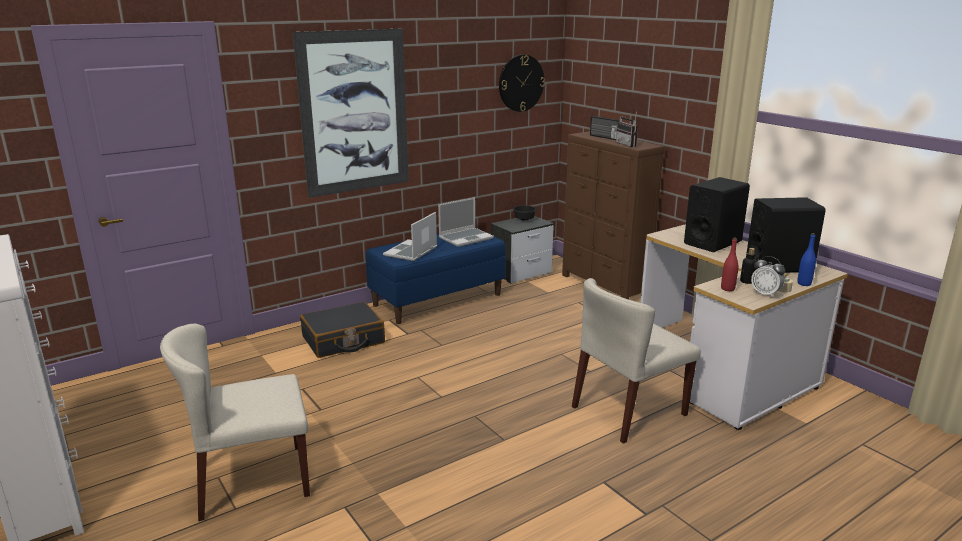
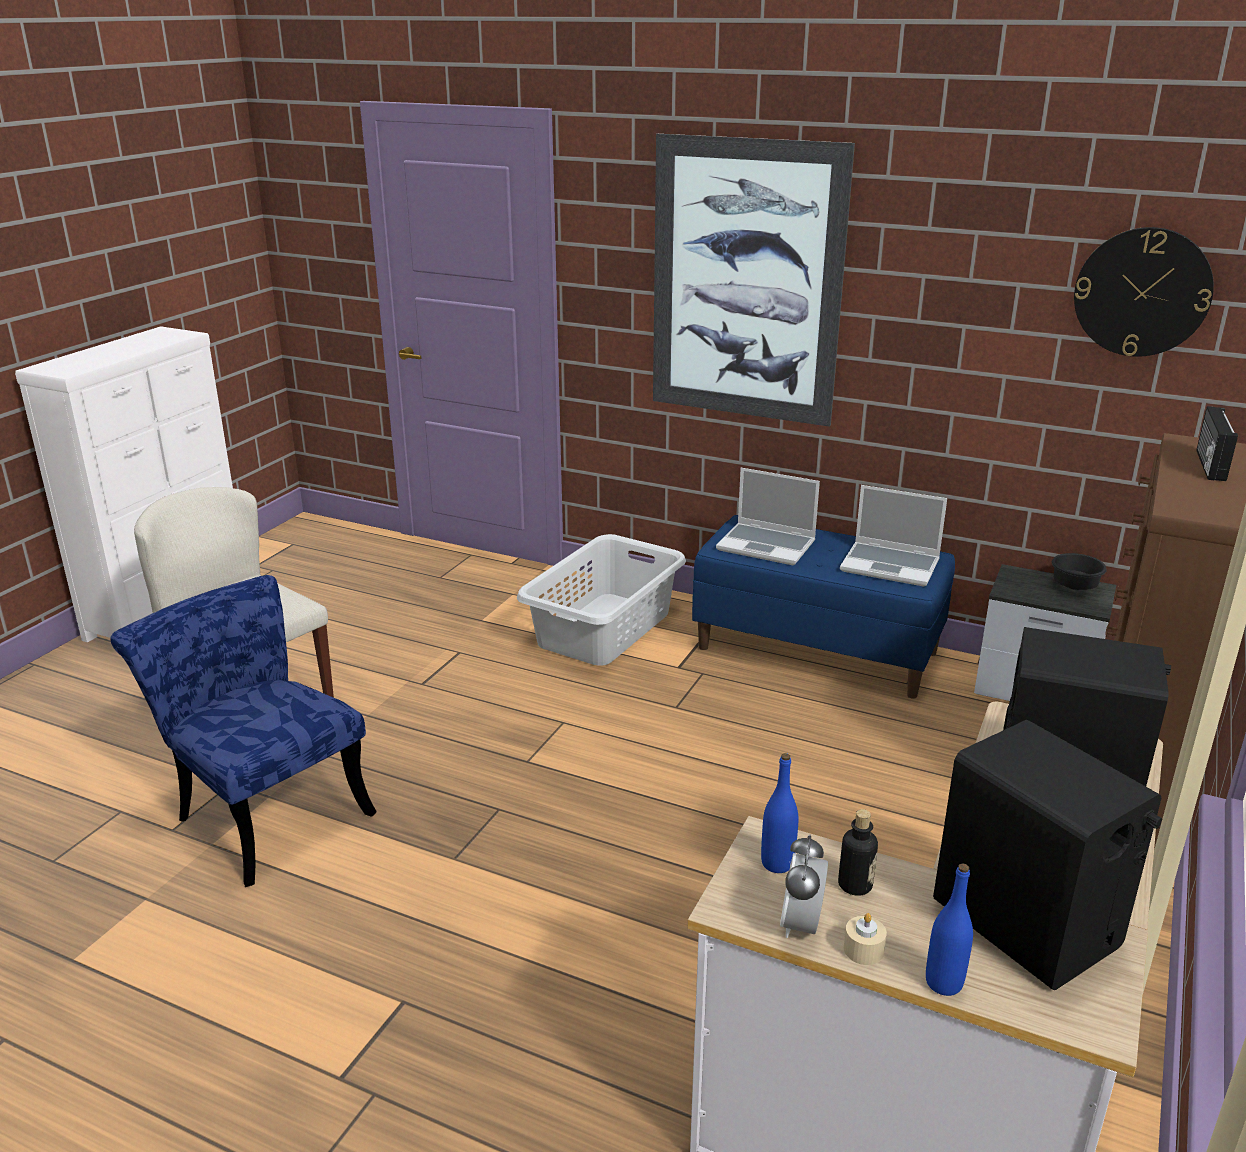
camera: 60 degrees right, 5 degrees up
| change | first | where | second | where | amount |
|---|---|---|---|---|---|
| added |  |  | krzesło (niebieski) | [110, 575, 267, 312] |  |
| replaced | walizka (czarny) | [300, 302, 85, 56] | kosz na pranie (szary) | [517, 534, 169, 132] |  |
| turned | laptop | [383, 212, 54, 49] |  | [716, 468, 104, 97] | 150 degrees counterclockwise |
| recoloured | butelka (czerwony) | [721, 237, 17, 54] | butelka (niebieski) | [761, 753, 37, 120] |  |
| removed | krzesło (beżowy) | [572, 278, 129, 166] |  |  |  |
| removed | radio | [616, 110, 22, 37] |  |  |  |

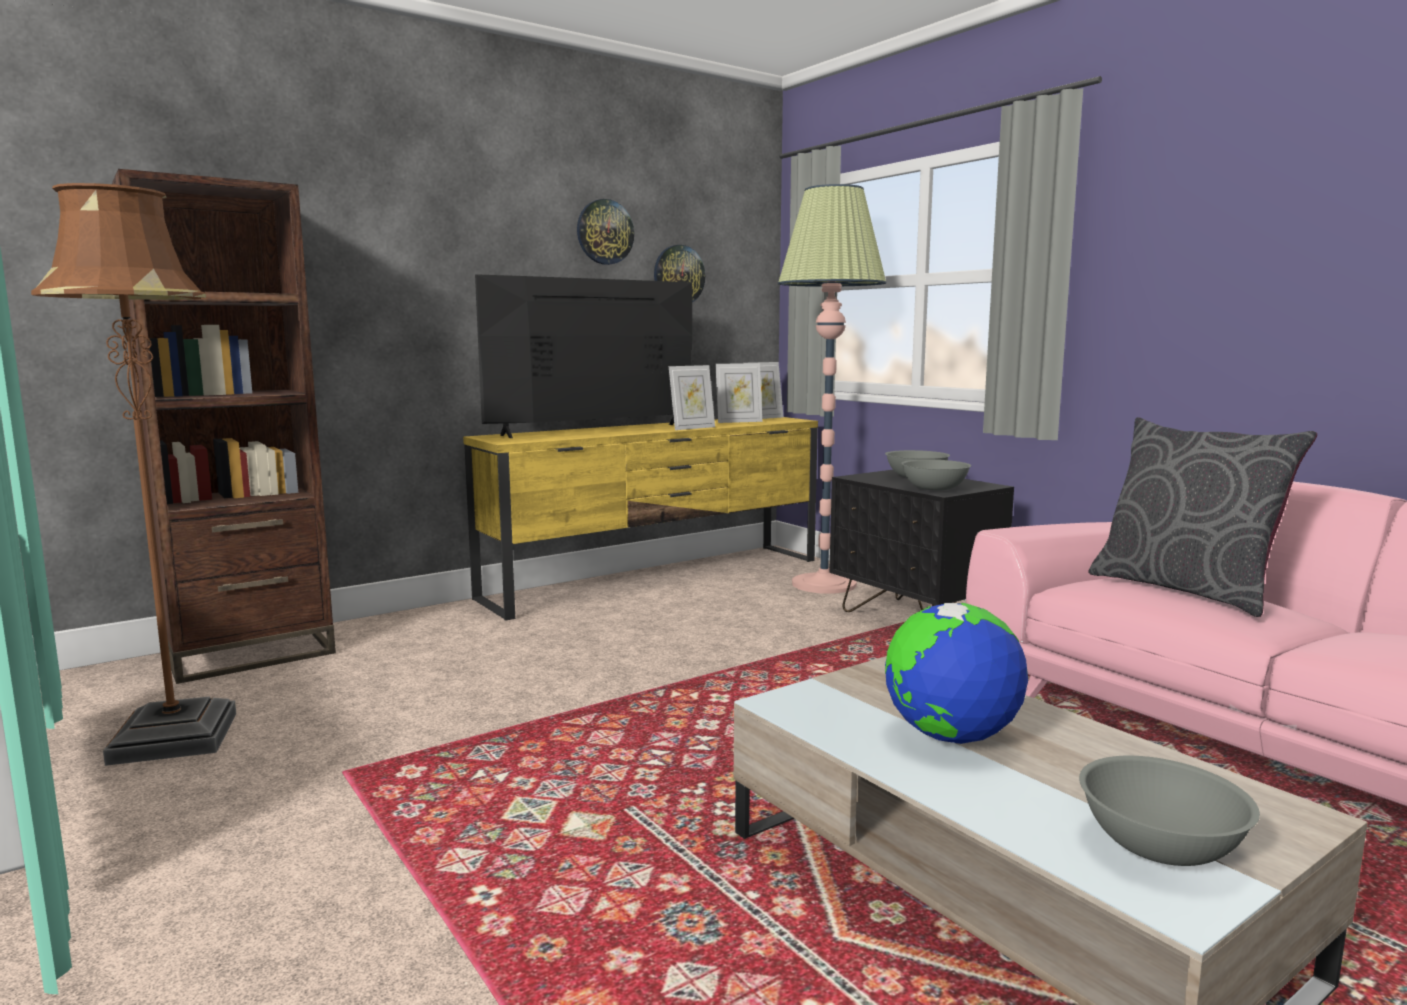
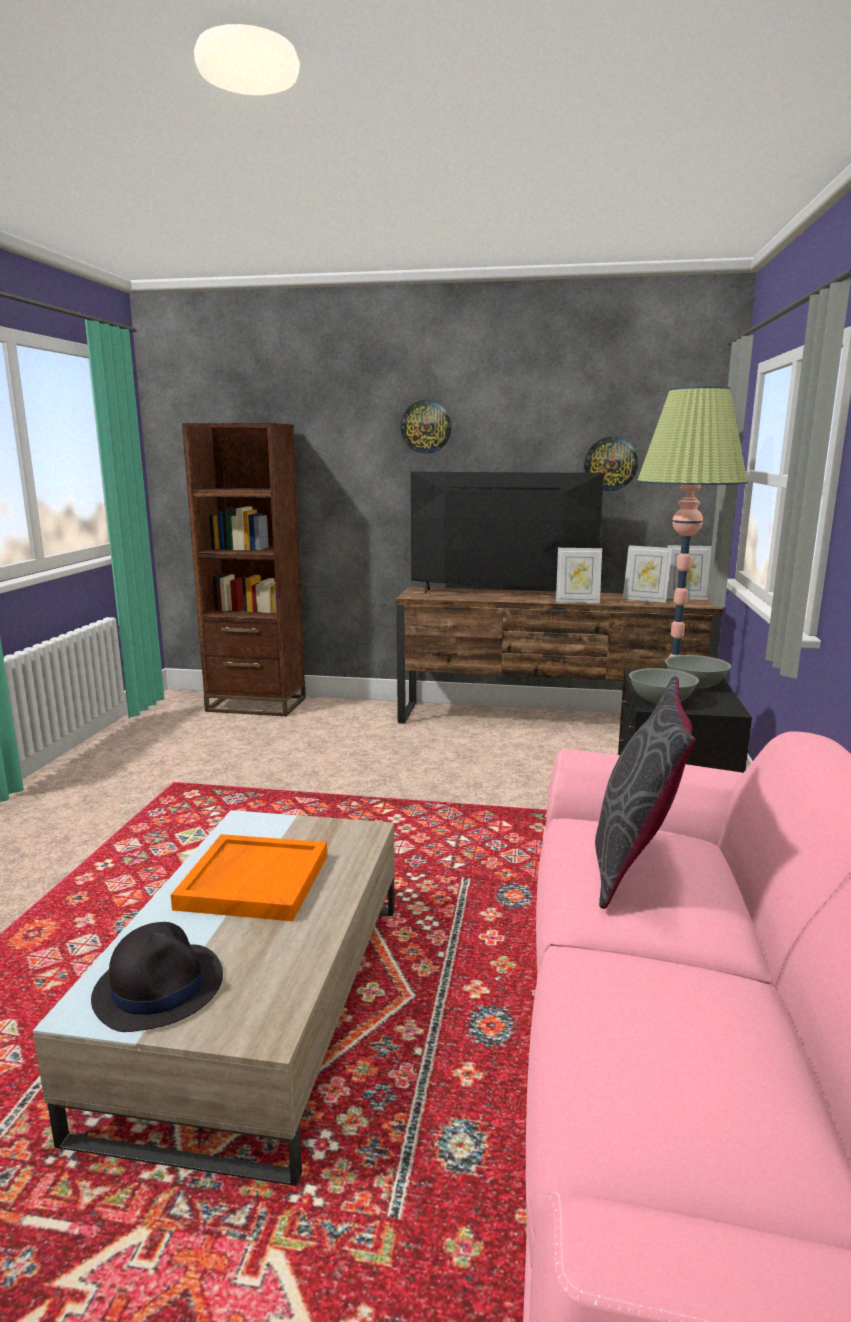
camera: 45 degrees right, 5 degrees up
| change | first | where | second | where | amount |
|---|---|---|---|---|---|
| replaced | miska (szary) | [1079, 756, 181, 110] | kapelusz (czarny) | [91, 922, 132, 110] |  |
| replaced | globus | [885, 603, 143, 141] | taca (pomarańczowy) | [171, 834, 156, 87] |  |
| recoloured | szafka pod telewizor (żółty) | [463, 417, 355, 204] | szafka pod telewizor (brązowy) | [396, 587, 327, 137] |  |
| moved | zegar ścienny | [577, 199, 57, 66] |  | [401, 400, 51, 54] |  |
| removed | lampa stojąca (brązowy) | [31, 183, 205, 583] |  |  |  |

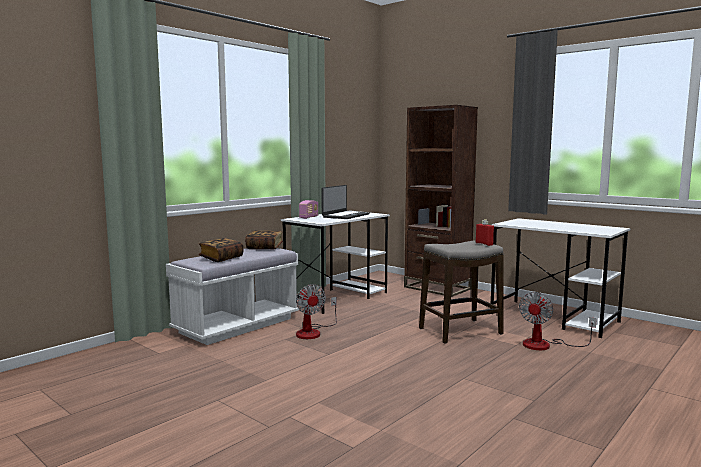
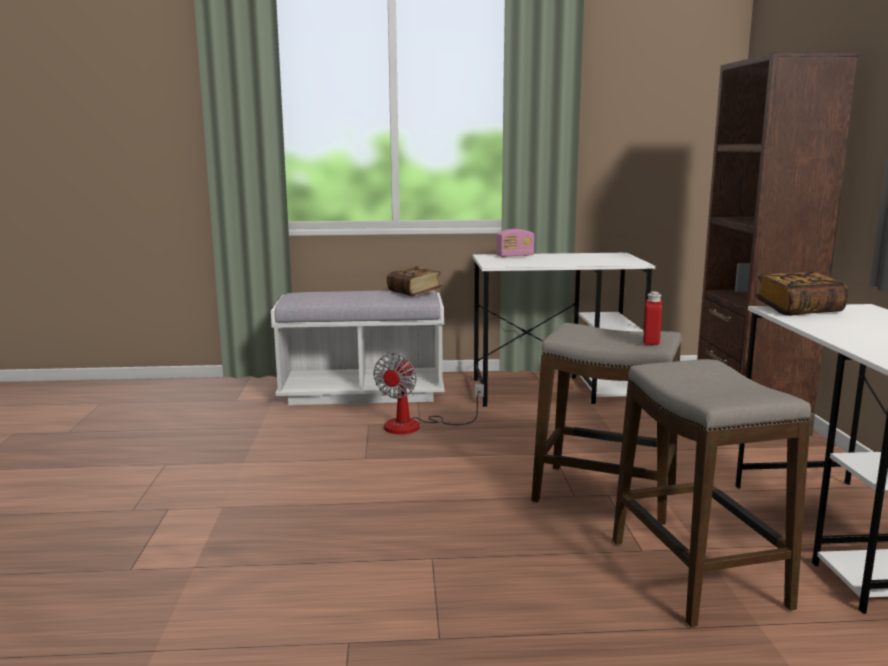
camera: 45 degrees right, 5 degrees up
| change | first | where | second | where | amount |
|---|---|---|---|---|---|
| replaced | wentylator | [519, 292, 78, 58] | stołek | [613, 359, 198, 268] |  |
| moved | książka | [199, 238, 45, 24] |  | [755, 272, 94, 44] |  |
| removed | laptop | [321, 185, 49, 34] |  |  |  |

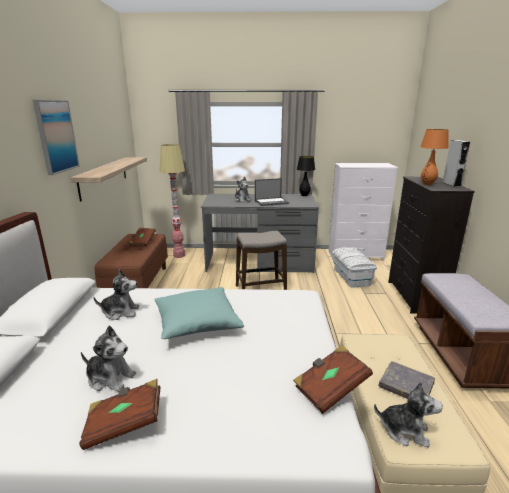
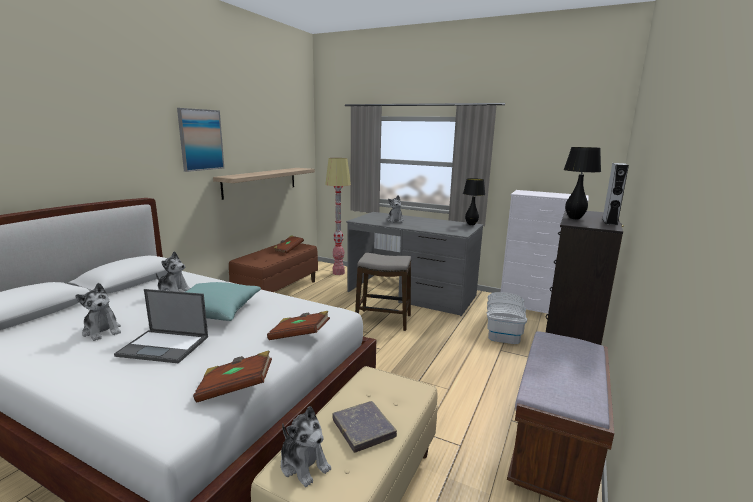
camera: 25 degrees right, 5 degrees down
| change | first | where | second | where | amount |
|---|---|---|---|---|---|
| moved | laptop | [255, 178, 34, 28] |  | [114, 289, 94, 75] |  |
| moved | książka (brązowy) | [79, 379, 82, 71] |  | [267, 311, 63, 29] |  |
| recoloured | lampa stołowa (pomarańczowy) | [420, 129, 29, 56] | lampa stołowa (czarny) | [564, 147, 37, 72] |  |

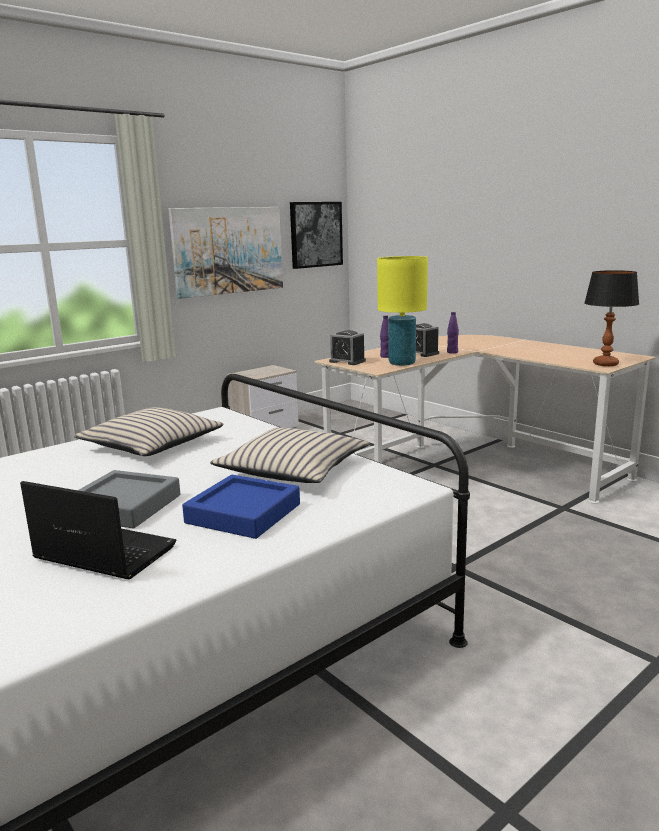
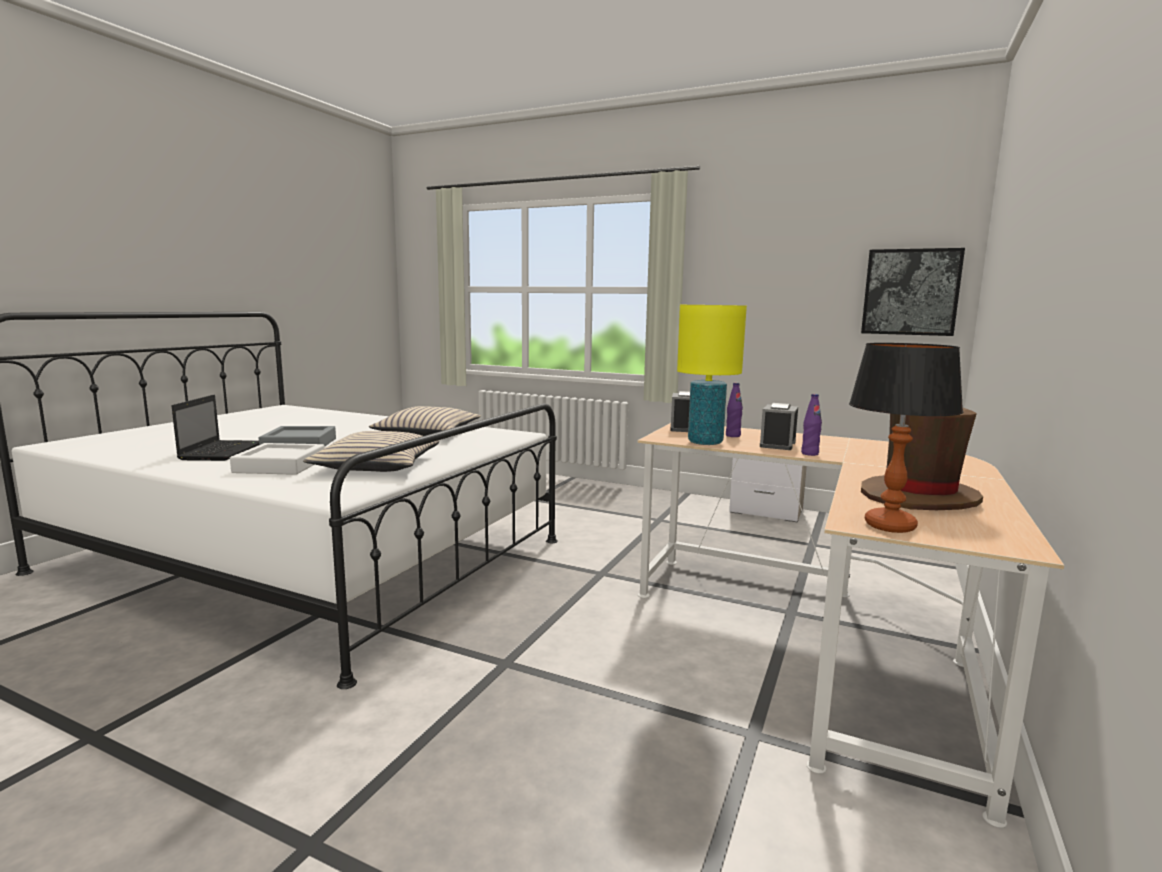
camera: 65 degrees right, 5 degrees down
| change | first | where | second | where | amount |
|---|---|---|---|---|---|
| recoloured | taca (niebieski) | [182, 475, 118, 64] | taca (biały) | [230, 443, 95, 32] |  |
| added |  |  | kapelusz (brązowy) | [861, 408, 122, 102] |  |
| removed | obraz | [169, 207, 114, 92] |  |  |  |

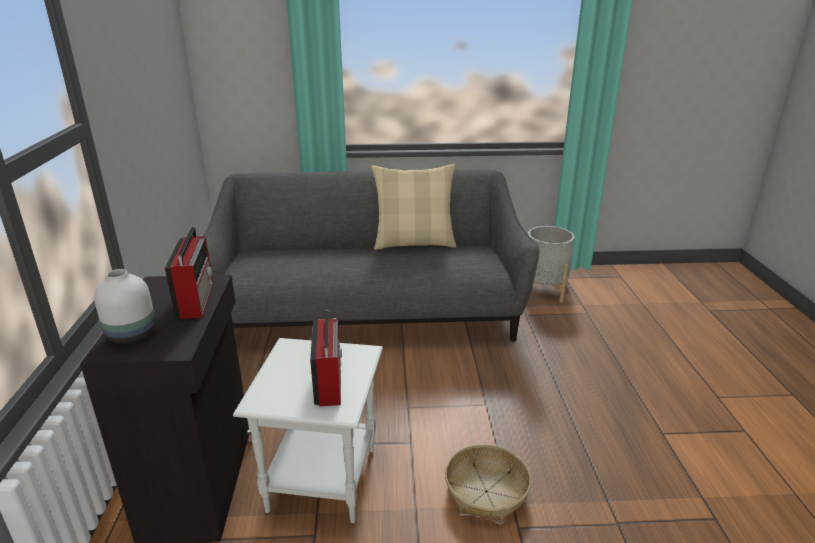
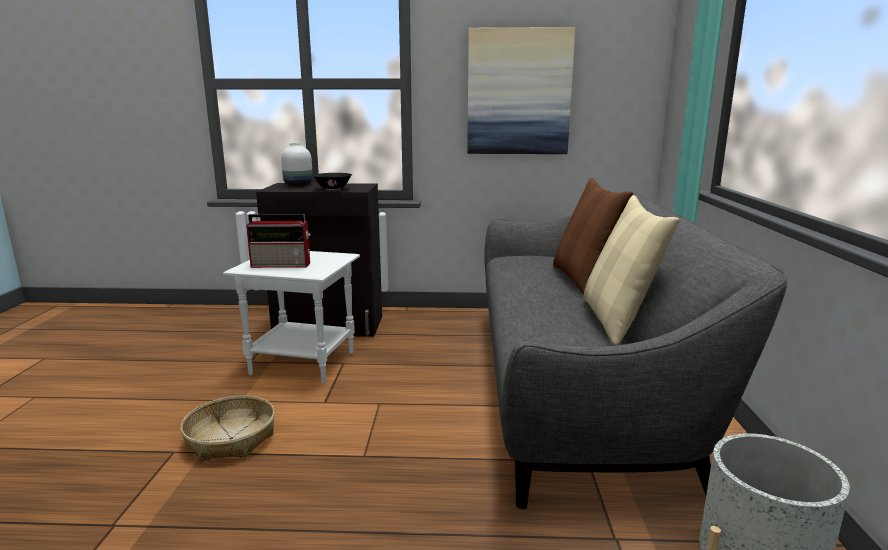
camera: 95 degrees right, 10 degrees down
| change | first | where | second | where | amount |
|---|---|---|---|---|---|
| replaced | radio | [165, 227, 48, 92] | miska (czarny) | [312, 173, 40, 18] |  |
| added |  |  | obraz | [467, 27, 108, 127] |  |
| added |  |  | poduszka (brązowy) | [553, 178, 80, 117] |  |

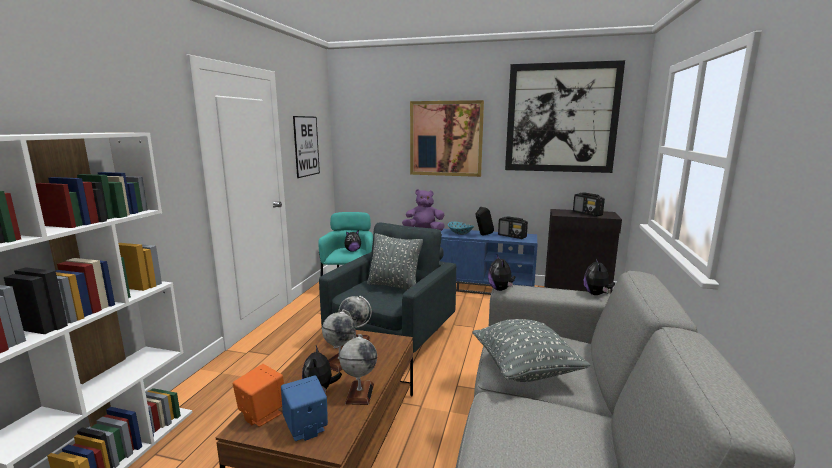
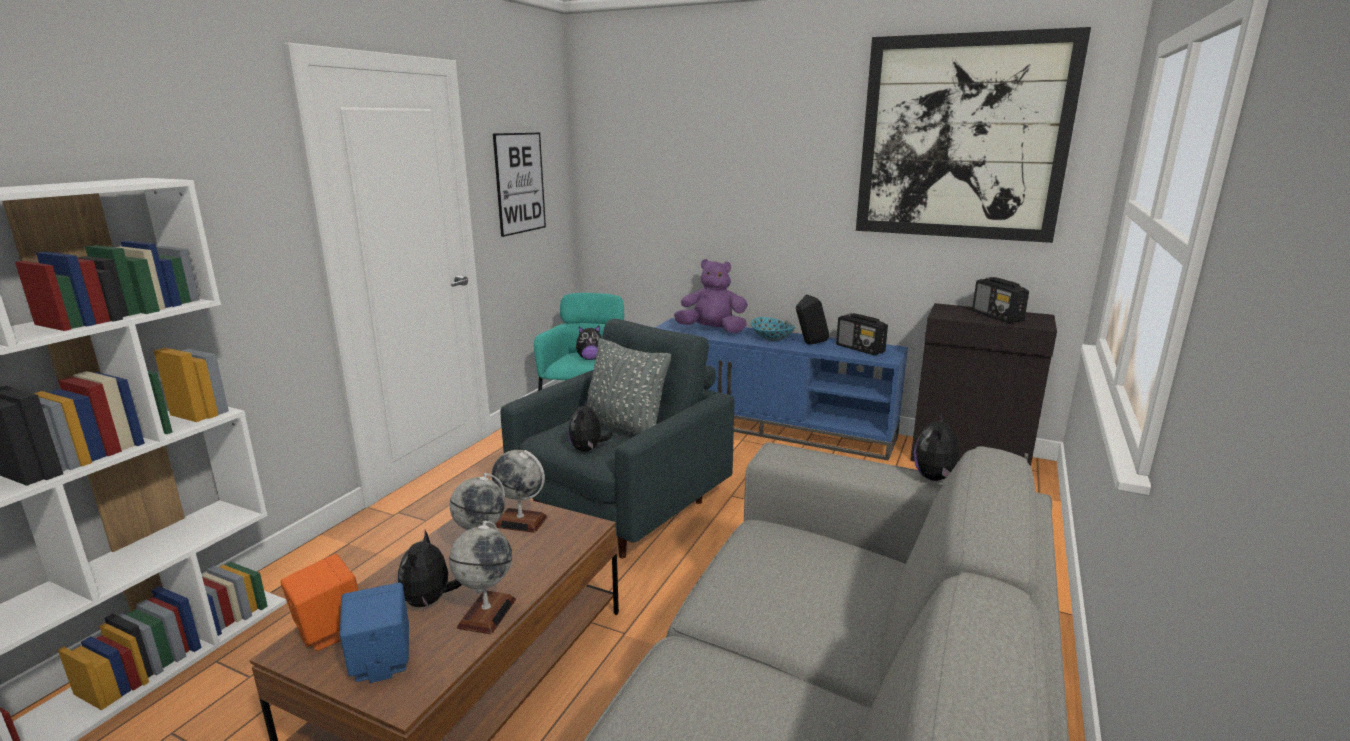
camera: 10 degrees right, 5 degrees up
| change | first | where | second | where | amount |
|---|---|---|---|---|---|
| moved | pluszak | [488, 255, 27, 36] |  | [569, 400, 44, 52] |  |
| removed | obraz | [410, 100, 74, 77] |  |  |  |
| removed | poduszka (szary) | [472, 319, 119, 63] |  |  |  |

